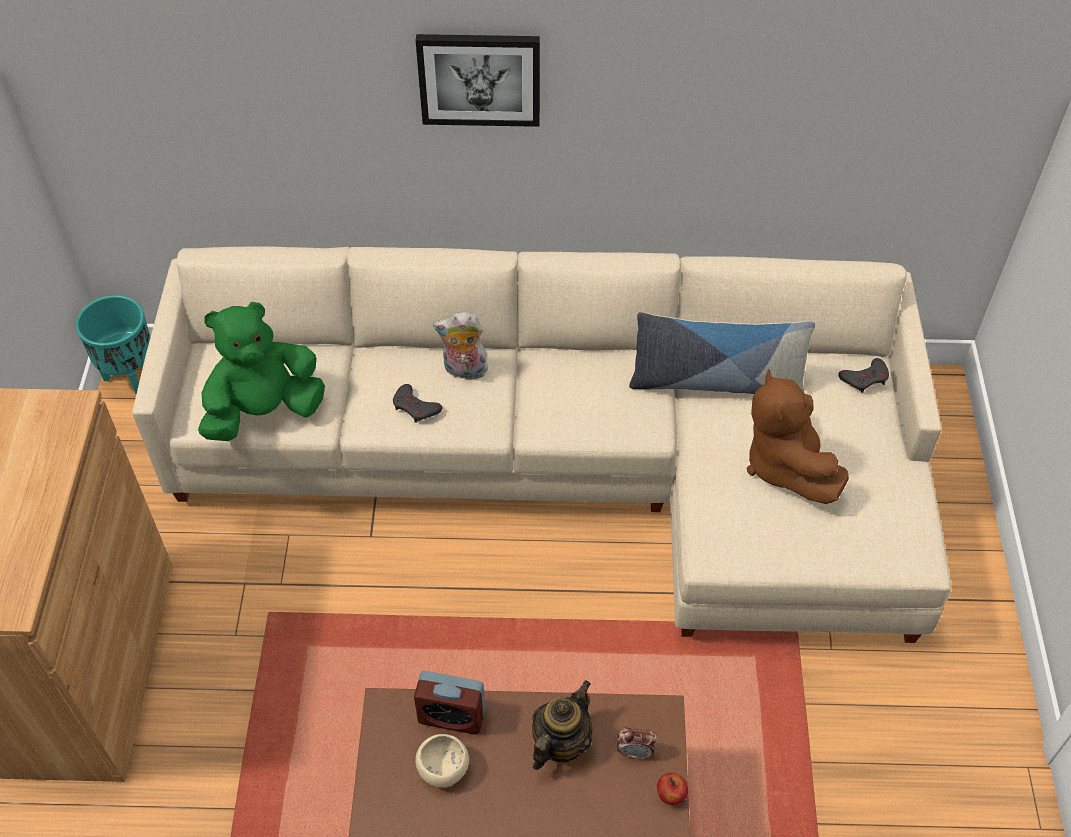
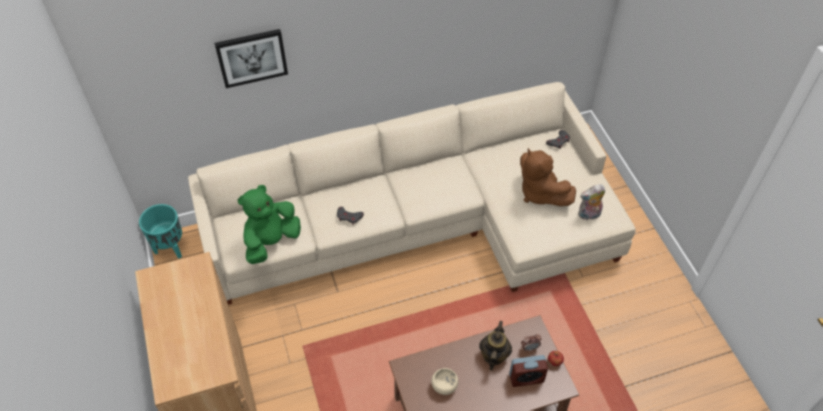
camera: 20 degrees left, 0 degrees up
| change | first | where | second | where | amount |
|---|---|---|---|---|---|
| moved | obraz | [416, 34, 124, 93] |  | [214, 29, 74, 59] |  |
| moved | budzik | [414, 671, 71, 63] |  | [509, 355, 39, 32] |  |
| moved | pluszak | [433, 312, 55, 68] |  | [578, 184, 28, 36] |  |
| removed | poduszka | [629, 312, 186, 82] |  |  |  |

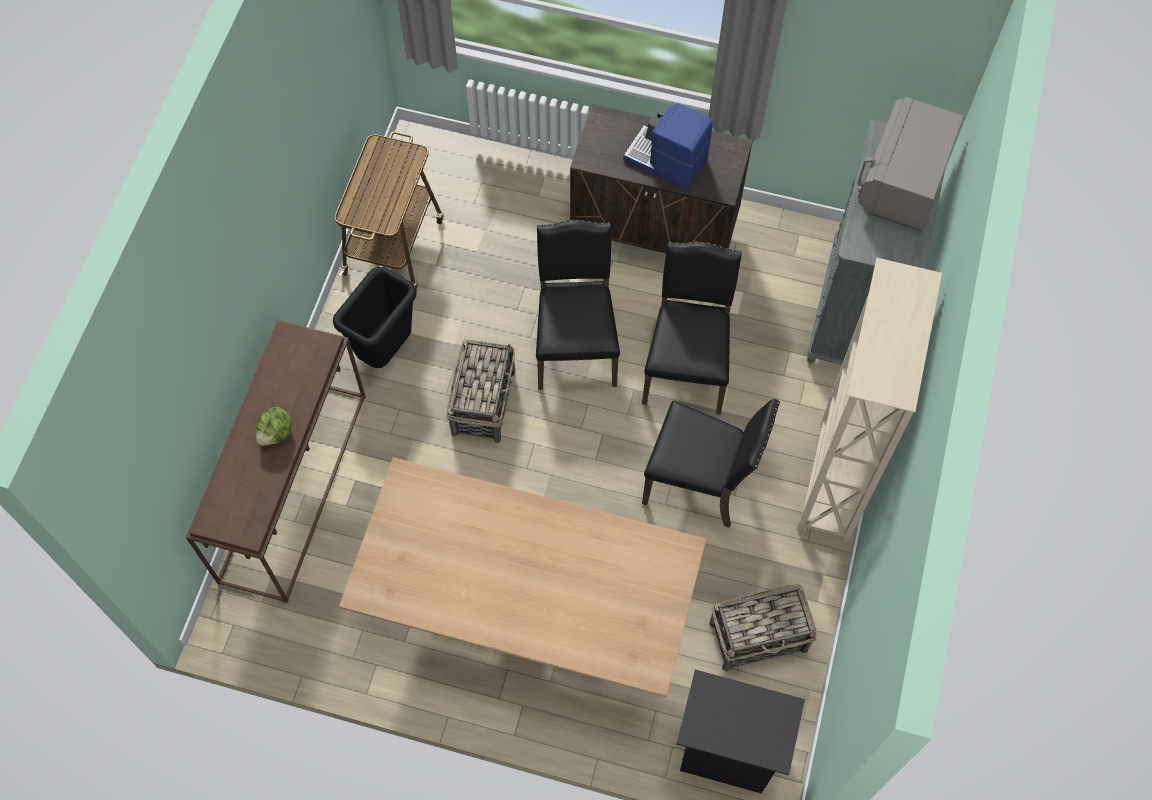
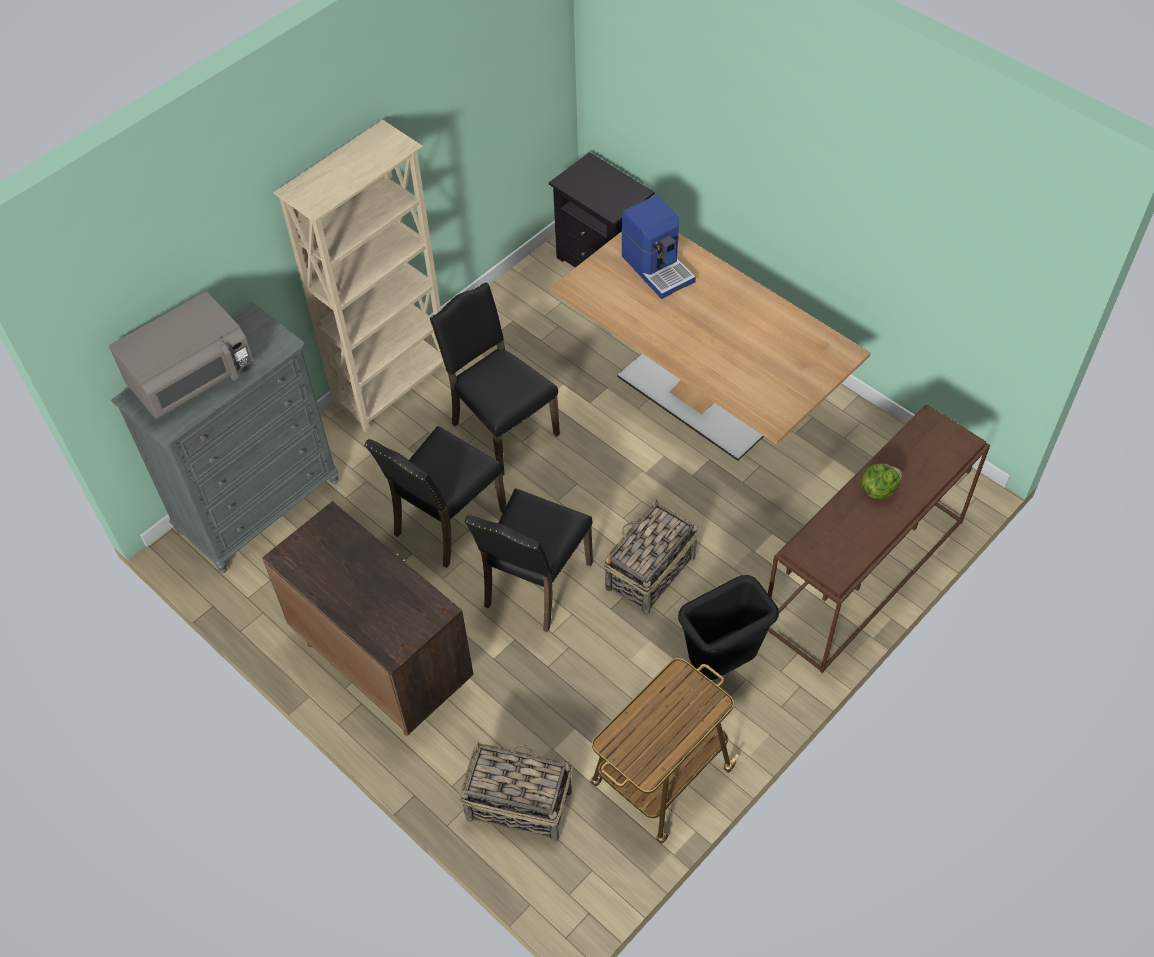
camera: 150 degrees left, 10 degrees down
| change | first | where | second | where | amount |
|---|---|---|---|---|---|
| moved | koszyk | [709, 584, 109, 88] |  | [459, 742, 114, 100] |  |
| moved | ekspres do kawy | [623, 104, 90, 86] |  | [621, 195, 75, 104] |  |

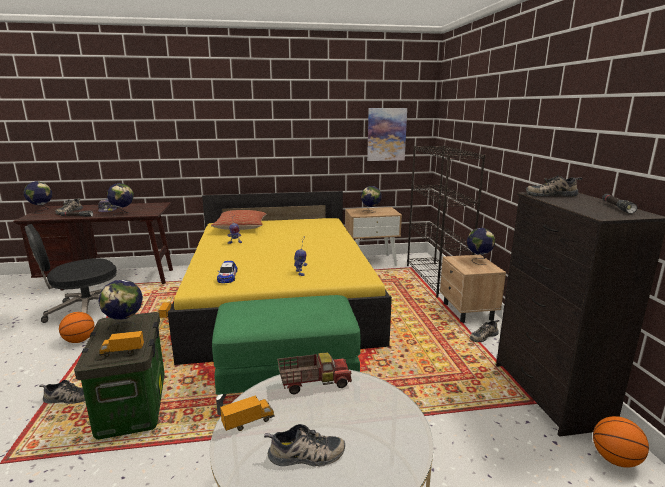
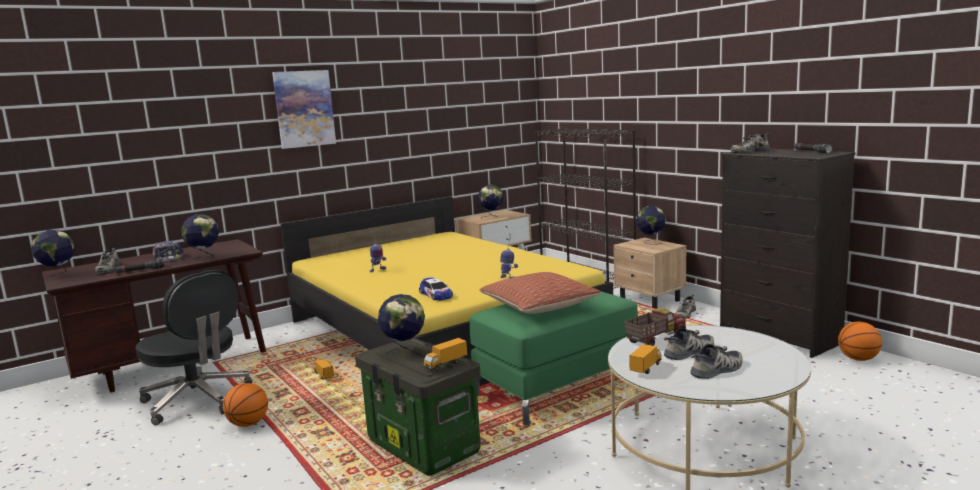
camera: 25 degrees left, 5 degrees down
| change | first | where | second | where | amount |
|---|---|---|---|---|---|
| turned | krzesło biurowe (czarny) | [25, 224, 92, 99] |  | [136, 270, 116, 155] | 75 degrees counterclockwise |
| moved | obraz | [367, 108, 40, 53] |  | [272, 70, 64, 79] |  |
| moved | poduszka | [211, 210, 55, 20] |  | [480, 272, 121, 42] |  |
| moved | but | [39, 380, 46, 24] |  | [664, 328, 50, 32] |  |

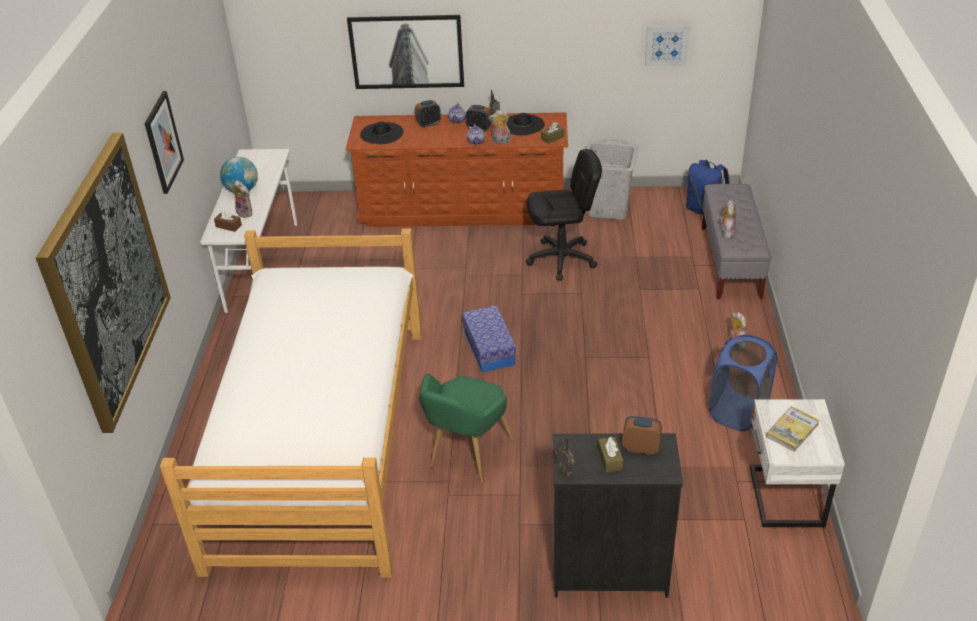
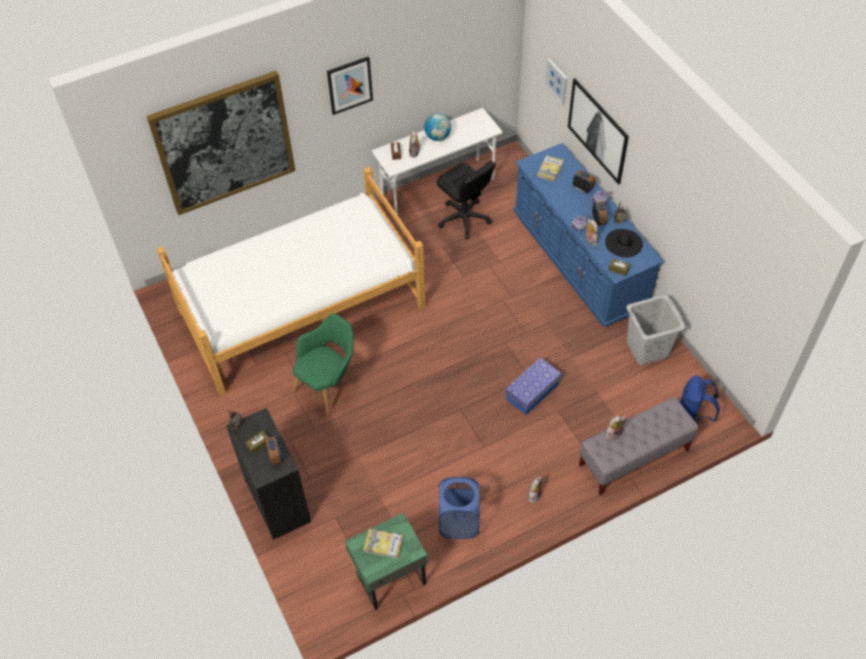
camera: 60 degrees right, 15 degrees up
| change | first | where | second | where | amount |
|---|---|---|---|---|---|
| turned | fotel (zielony) | [419, 374, 94, 109] |  | [293, 314, 63, 103] | 135 degrees clockwise |
| recoloured | szafka nocna (biały) | [750, 399, 95, 129] | szafka nocna (zielony) | [345, 513, 83, 97] |  |
| moved | krzesło biurowe (czarny) | [526, 149, 76, 132] |  | [437, 161, 59, 78] |  |
| moved | pojemnik do przechowywania | [462, 305, 54, 67] |  | [505, 357, 57, 58] |  |
| recoloured | komoda (brązowy) | [345, 112, 223, 115] | komoda (niebieski) | [514, 143, 150, 184] |  |
| replaced | kapelusz (czarny) | [360, 121, 43, 23] | książka | [537, 155, 27, 27] |  |
| moved | obraz | [645, 25, 45, 41] |  | [545, 58, 22, 47] |  |

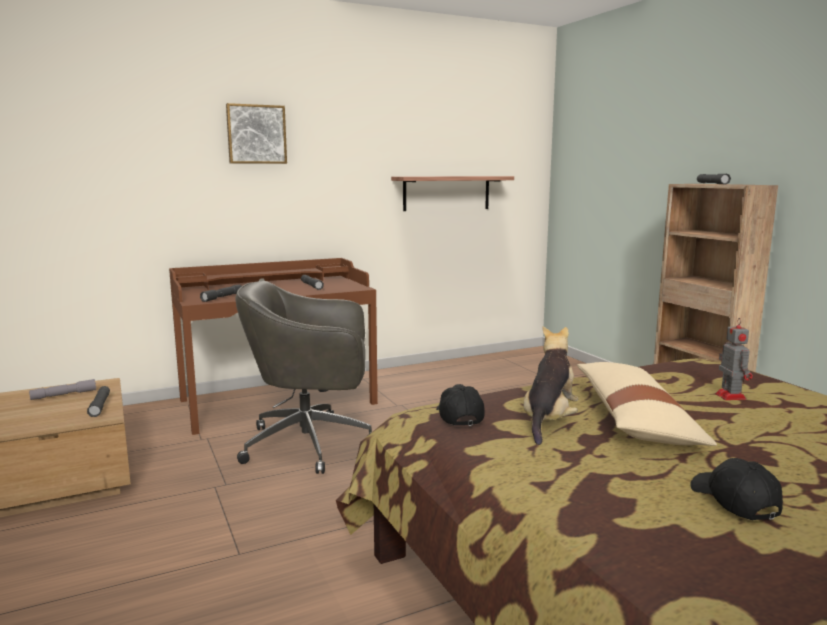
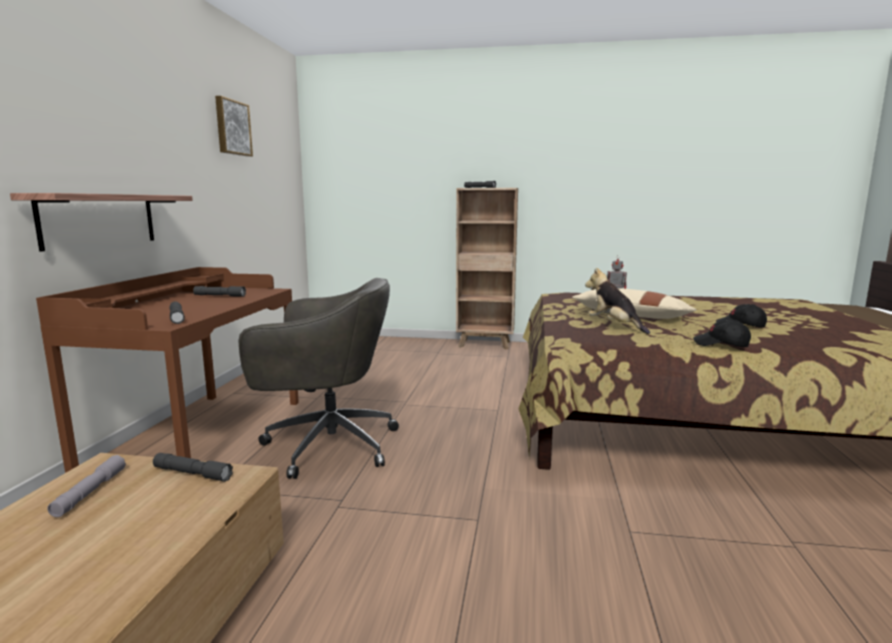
camera: 55 degrees left, 0 degrees up
| change | first | where | second | where | amount |
|---|---|---|---|---|---|
| moved | półka | [391, 176, 123, 35] |  | [10, 193, 183, 59] |  |
| moved | obraz | [226, 103, 61, 61] |  | [215, 96, 38, 61] |  |
| turned | krzesło biurowe (szary) | [235, 281, 137, 193] |  | [239, 278, 160, 201] | 120 degrees counterclockwise |
| moved | czapka z daszkiem (czarny) | [436, 384, 49, 42] |  | [693, 320, 58, 27] |  |

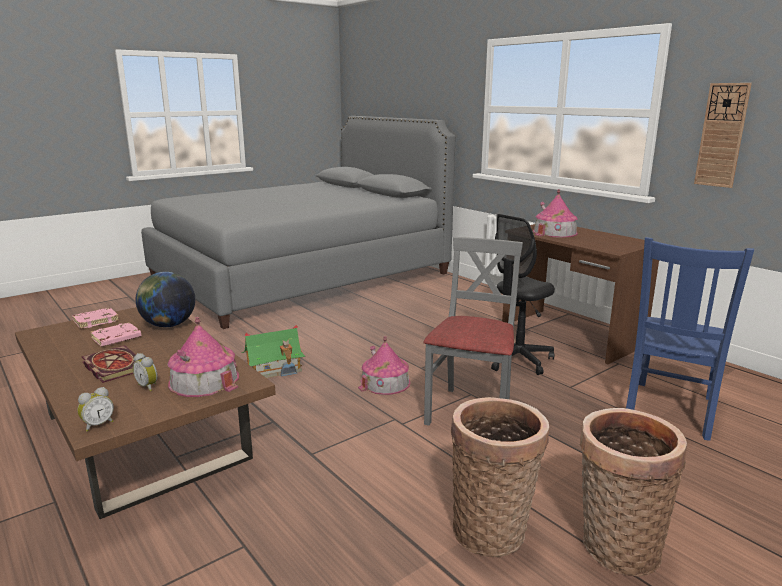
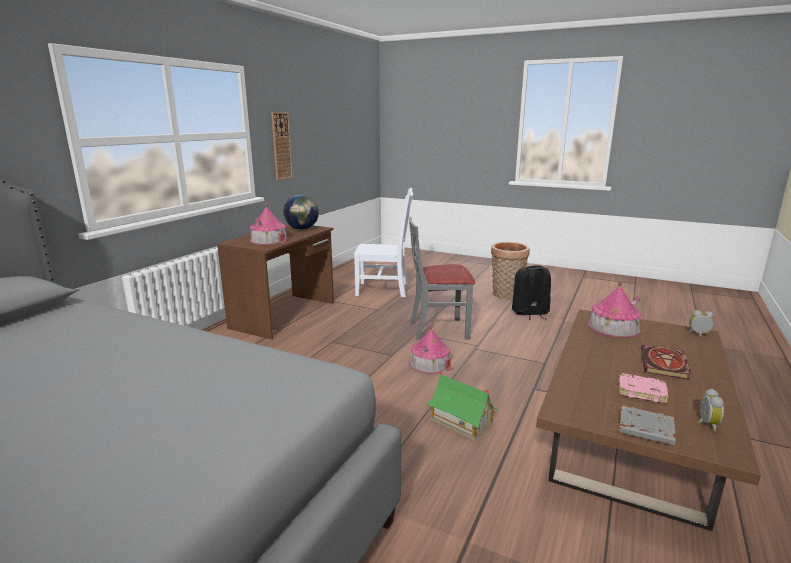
camera: 115 degrees left, 0 degrees up
| change | first | where | second | where | amount |
|---|---|---|---|---|---|
| moved | globus | [136, 272, 59, 55] |  | [283, 195, 36, 35] |  |
| recoloured | krzesło (niebieski) | [626, 237, 128, 204] | krzesło (biały) | [354, 188, 59, 109] |  |
| replaced | koszyk | [450, 397, 99, 160] | plecak (czarny) | [512, 265, 39, 55] |  |
| recoloured | książka (różowy) | [72, 308, 47, 21] | książka (szary) | [620, 406, 56, 39] |  |
| moved | budzik | [133, 353, 25, 38] |  | [697, 388, 27, 44] |  |
| removed | krzesło biurowe (czarny) | [491, 214, 64, 161] |  |  |  |

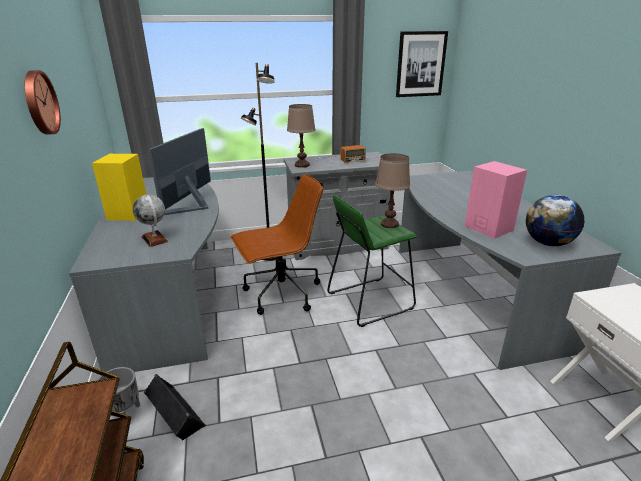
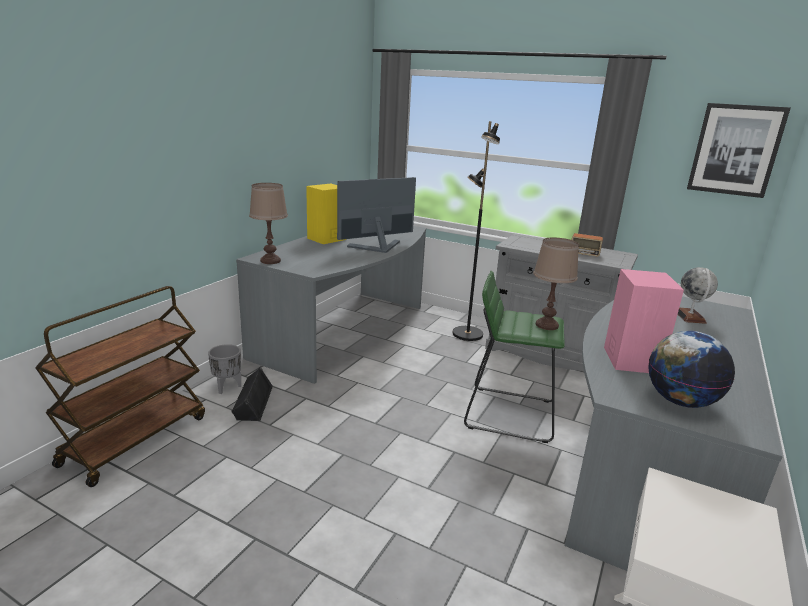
camera: 40 degrees right, 5 degrees down
| change | first | where | second | where | amount |
|---|---|---|---|---|---|
| moved | lampa stołowa (brązowy) | [287, 104, 29, 64] |  | [249, 183, 39, 81] |  |
| moved | globus | [133, 195, 36, 52] |  | [678, 267, 40, 57] |  |
| removed | zegar ścienny | [25, 70, 36, 65] |  |  |  |
| removed | krzesło biurowe (brązowy) | [231, 174, 92, 141] |  |  |  |

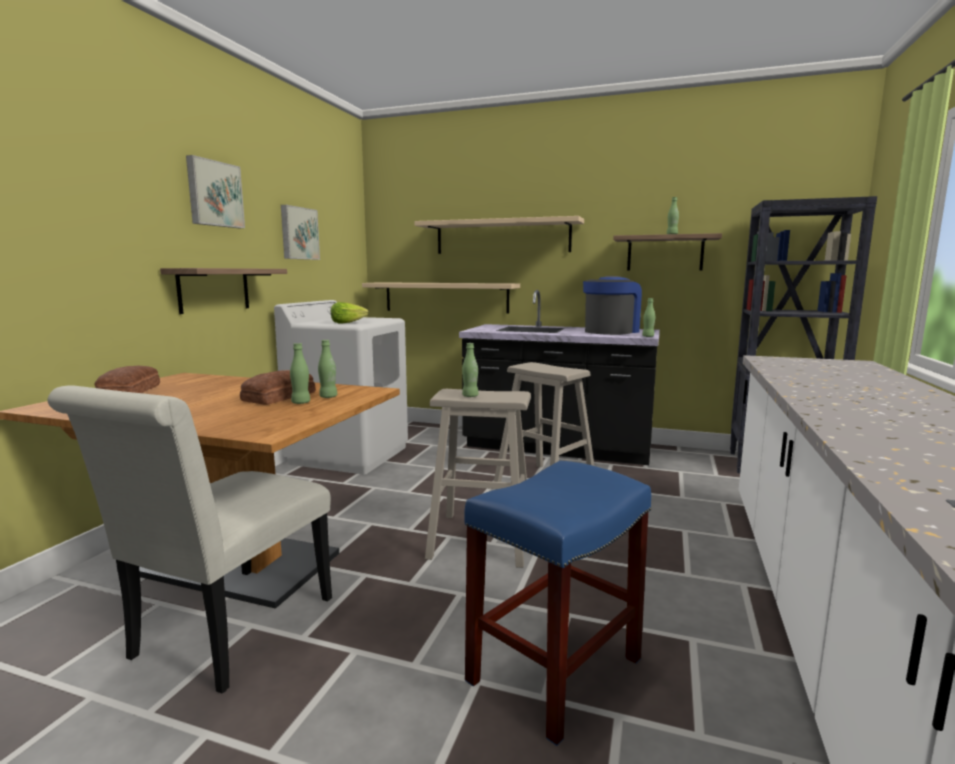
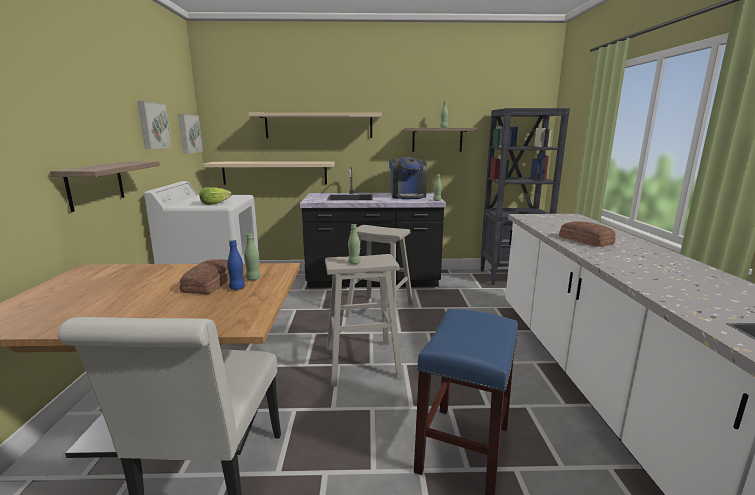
camera: 20 degrees left, 5 degrees up
| change | first | where | second | where | amount |
|---|---|---|---|---|---|
| moved | obraz | [186, 155, 59, 73] |  | [178, 114, 25, 40] |  |
| recoloured | butelka (zielony) | [290, 343, 20, 61] | butelka (niebieski) | [227, 240, 18, 50] |  |
| turned | ekspres do kawy | [583, 276, 59, 59] |  | [389, 157, 38, 42] | 150 degrees clockwise |
| moved | chleb | [94, 366, 66, 27] |  | [559, 221, 57, 26] |  |

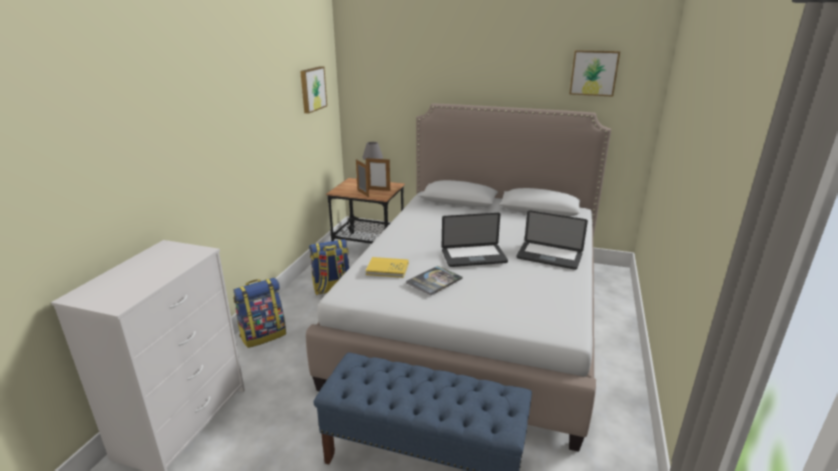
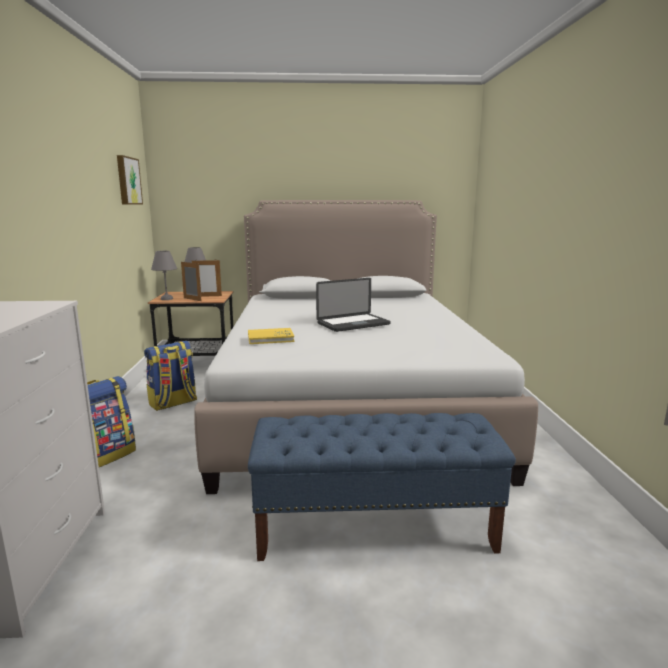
camera: 20 degrees left, 10 degrees down
| change | first | where | second | where | amount |
|---|---|---|---|---|---|
| added |  |  | lampa stołowa (szary) | [151, 251, 26, 49] |  |
| removed | książka | [406, 266, 56, 30] |  |  |  |
| removed | laptop | [516, 210, 72, 60] |  |  |  |
| removed | obraz | [569, 50, 51, 47] |  |  |  |

